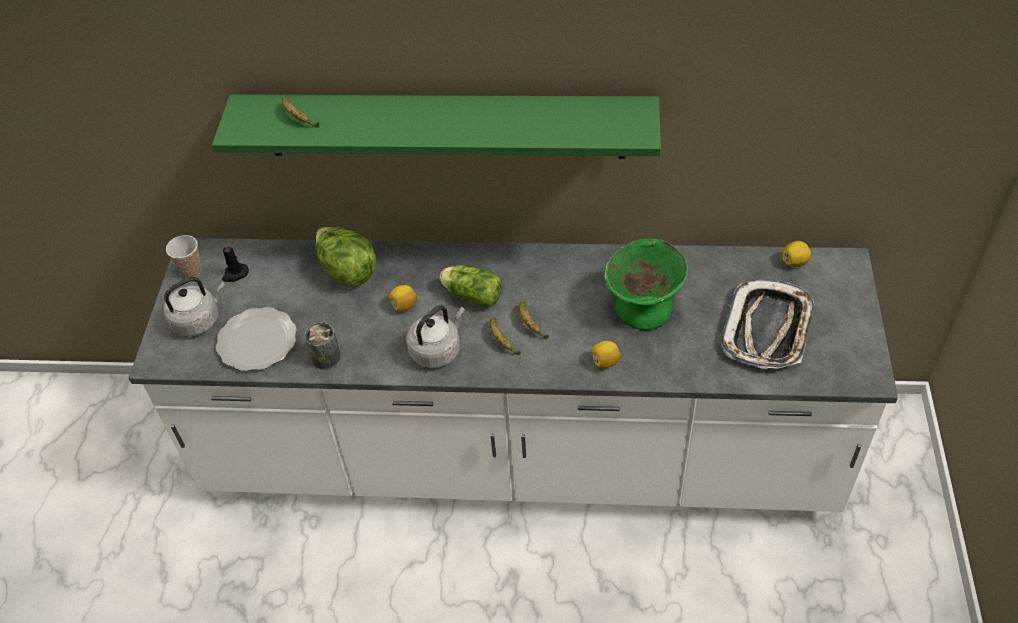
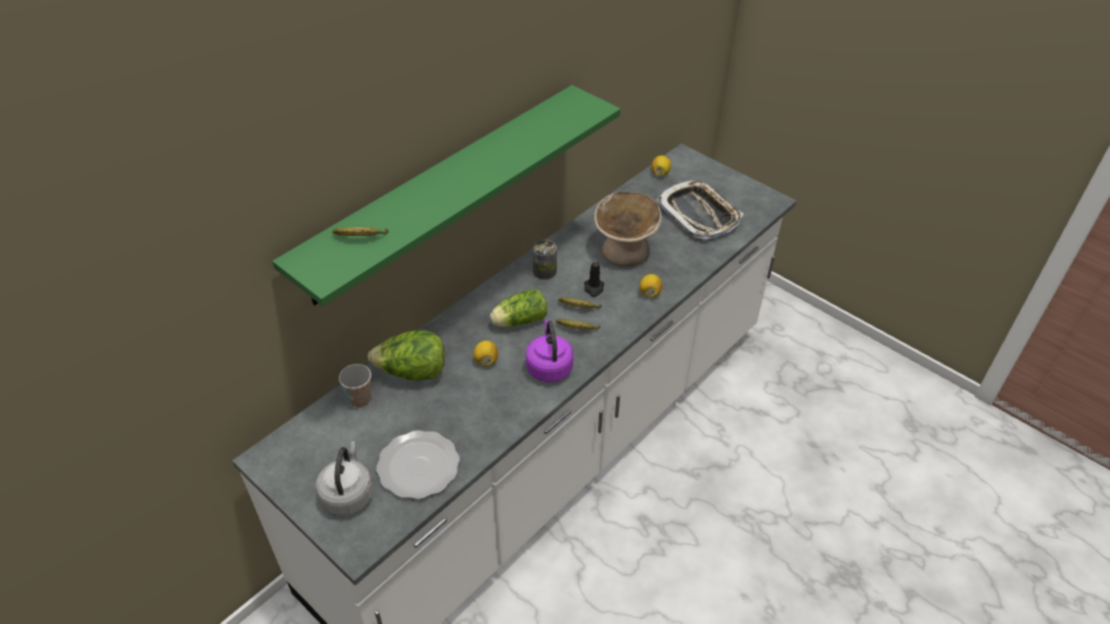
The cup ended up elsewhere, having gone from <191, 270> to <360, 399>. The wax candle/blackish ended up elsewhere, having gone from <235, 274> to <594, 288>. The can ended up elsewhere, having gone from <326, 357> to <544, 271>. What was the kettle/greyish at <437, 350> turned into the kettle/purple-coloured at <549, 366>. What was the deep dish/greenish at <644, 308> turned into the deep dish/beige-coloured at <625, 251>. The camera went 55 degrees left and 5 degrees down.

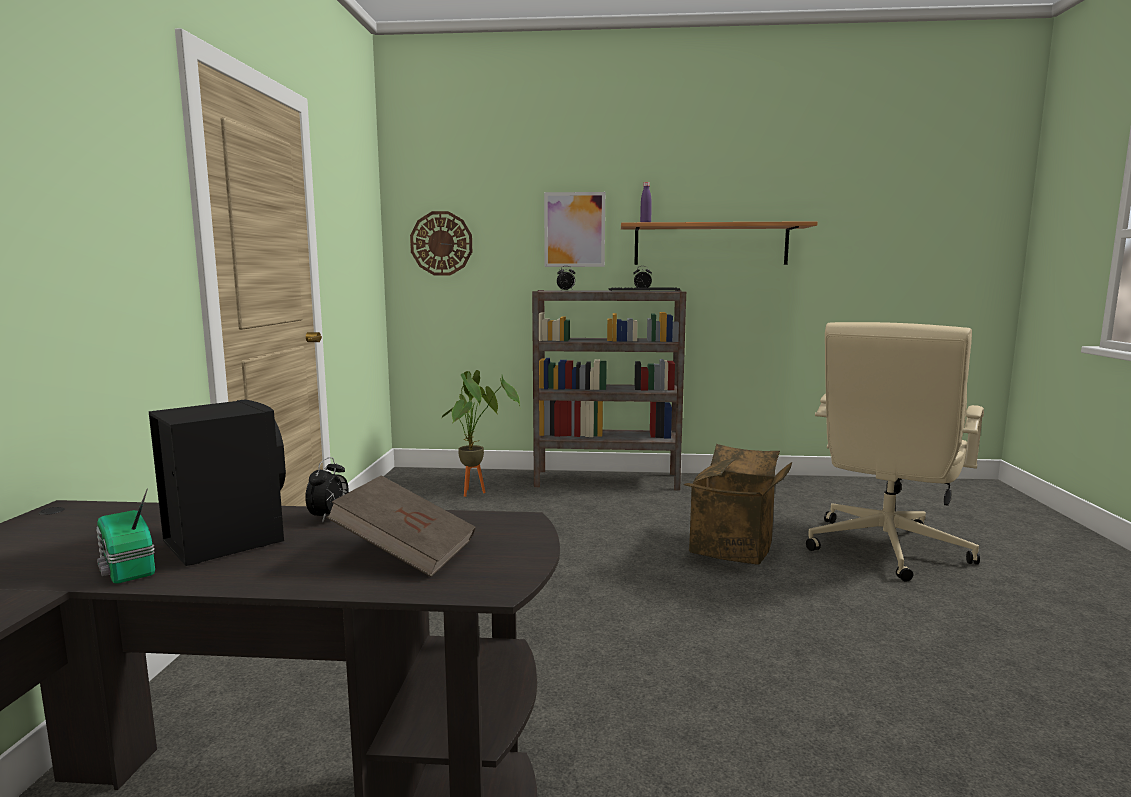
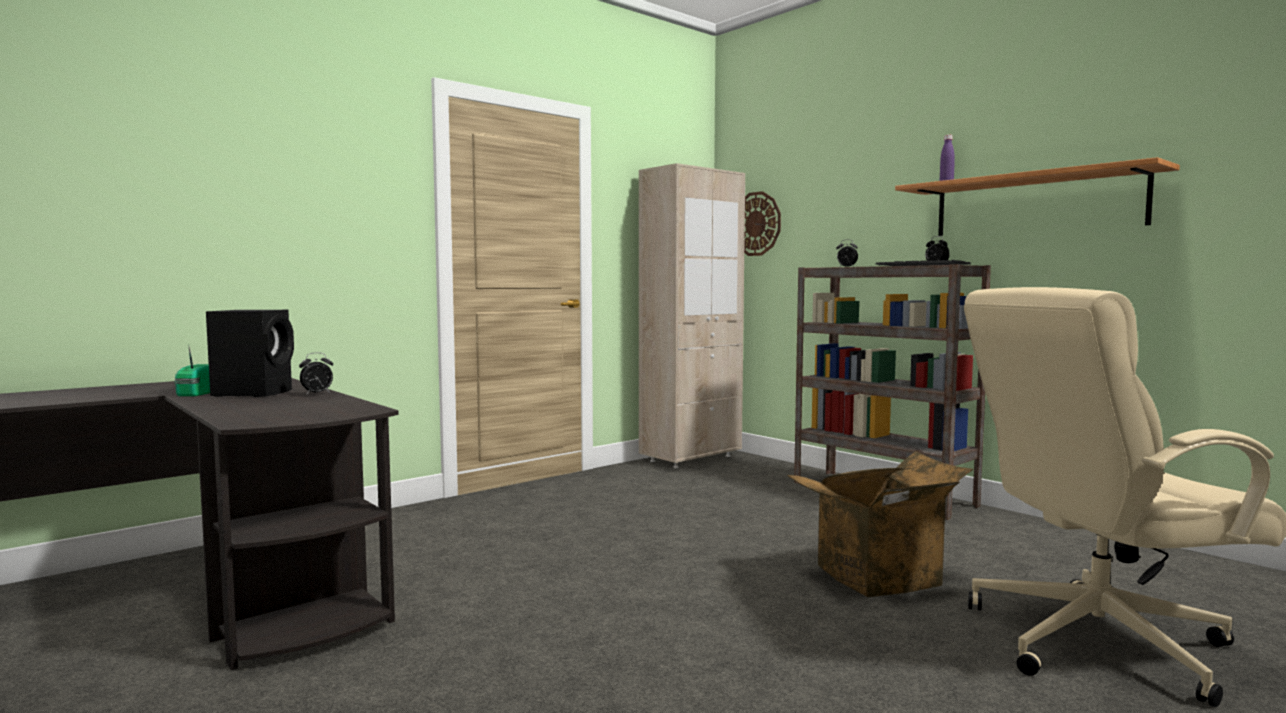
The second view lost the volume/brown at <406, 552>. The second view lost the houseplant at <477, 491>. The second view lost the wall picture at <574, 229>. The second view gained the cupboard/beige-coloured at <692, 458>. The camera went 45 degrees right and 5 degrees down.

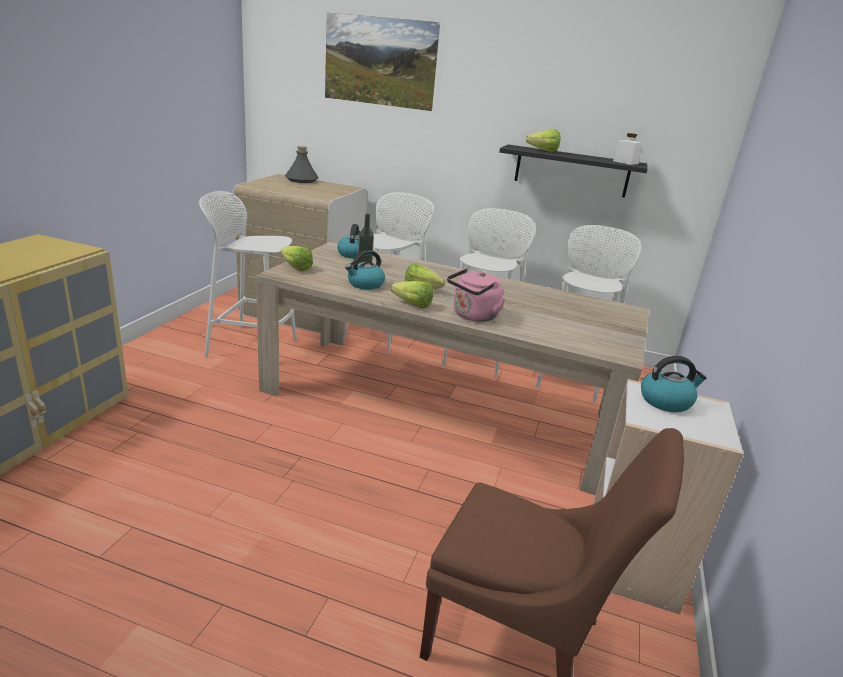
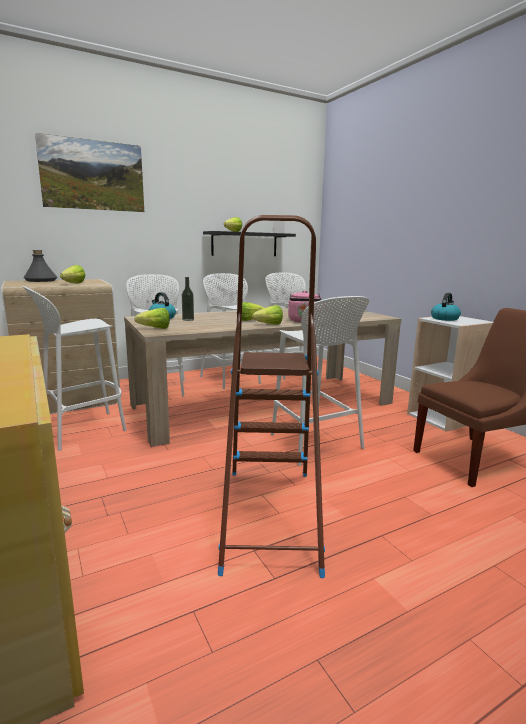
The second view lost the kettle at <365, 284>. The second view gained the head of lettuce at <71, 284>. The second view gained the stepladder/brown at <270, 514>. The second view gained the stool/white-coloured at <313, 443>. The camera went 45 degrees left and 10 degrees down.

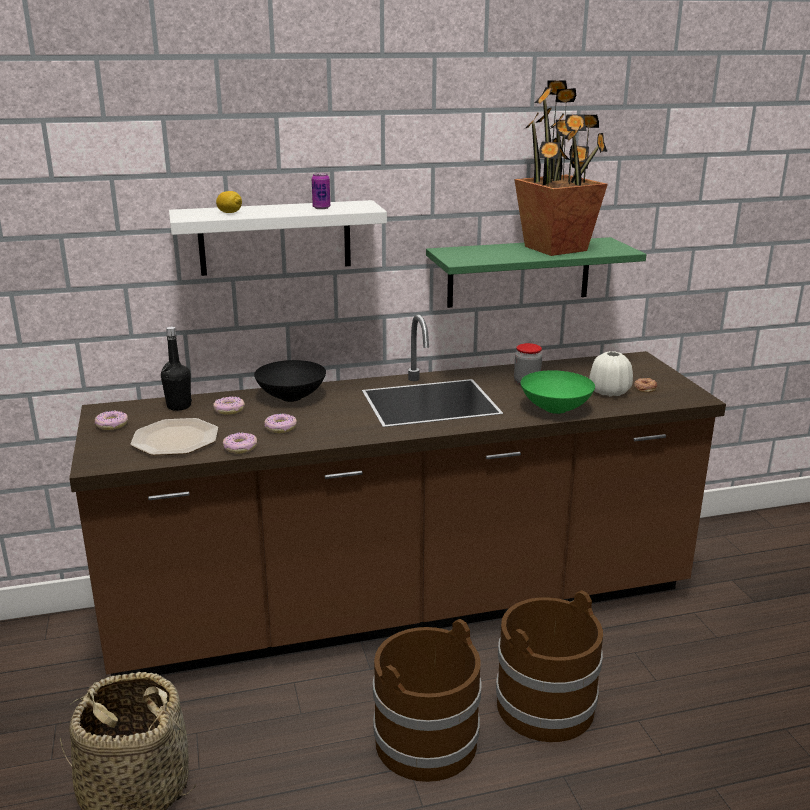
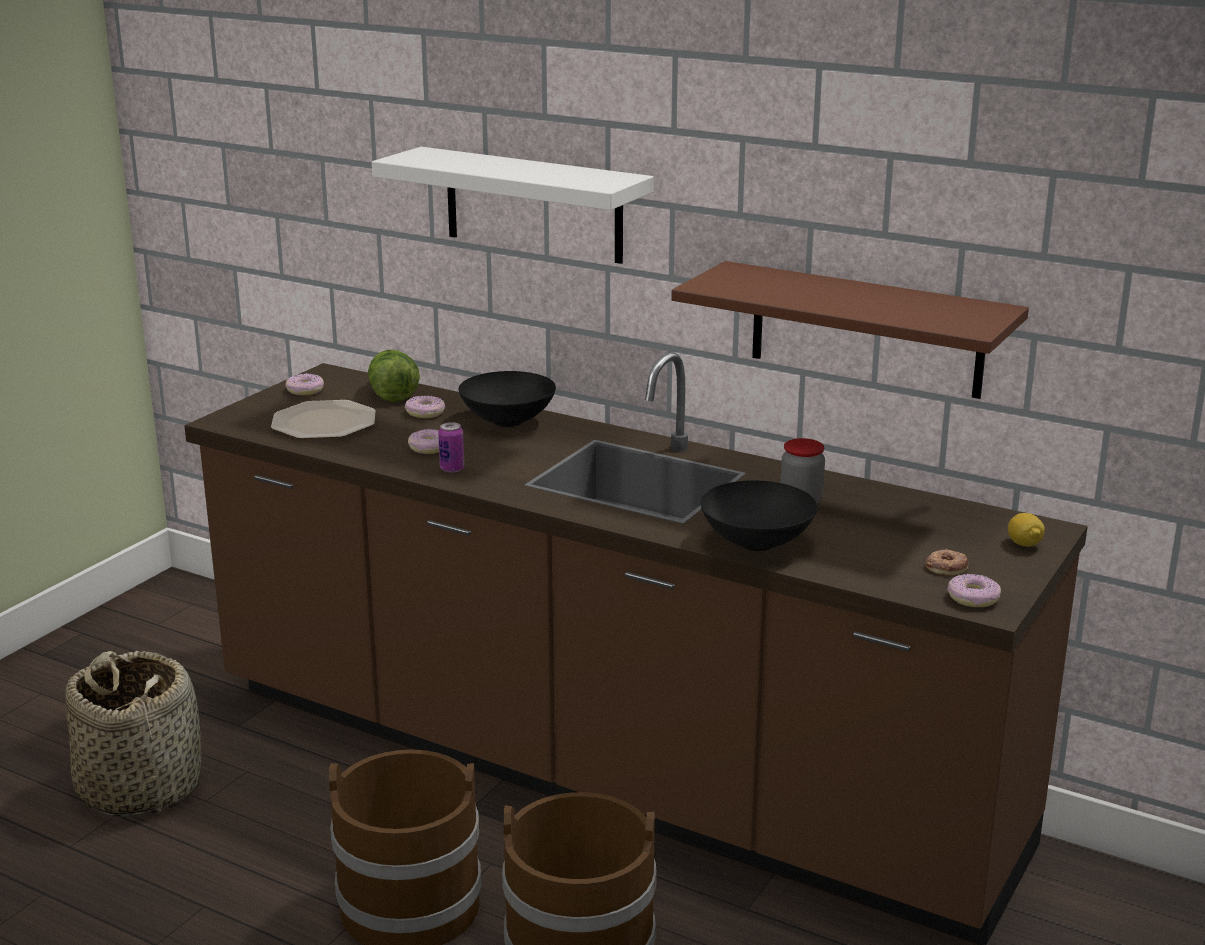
Where the drink bottle/blackish stood at <179, 406>, the head of lettuce came to stand at <392, 393>. The whole lemon ended up elsewhere, having gone from <230, 212> to <1024, 544>. The doughnut ended up elsewhere, having gone from <240, 448> to <973, 598>. The can ended up elsewhere, having gone from <321, 208> to <452, 469>. What was the shelf/greenish at <519, 272> turned into the shelf/brown at <866, 330>. The second view lost the houseplant at <556, 248>. What was the deep dish/greenish at <555, 408> turned into the deep dish/blackish at <757, 542>. The second view lost the vase/white-coloured at <609, 392>. The camera went 45 degrees right and 0 degrees up.

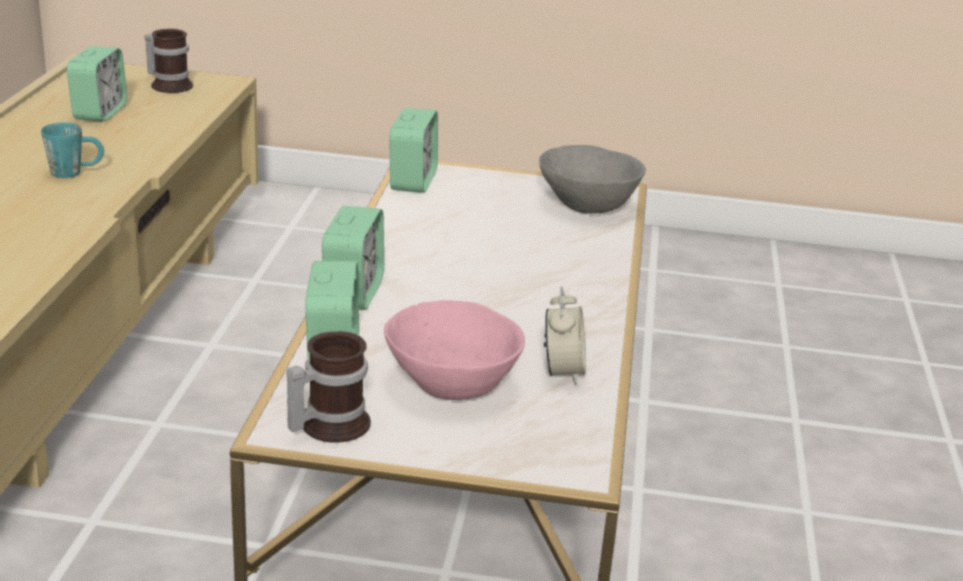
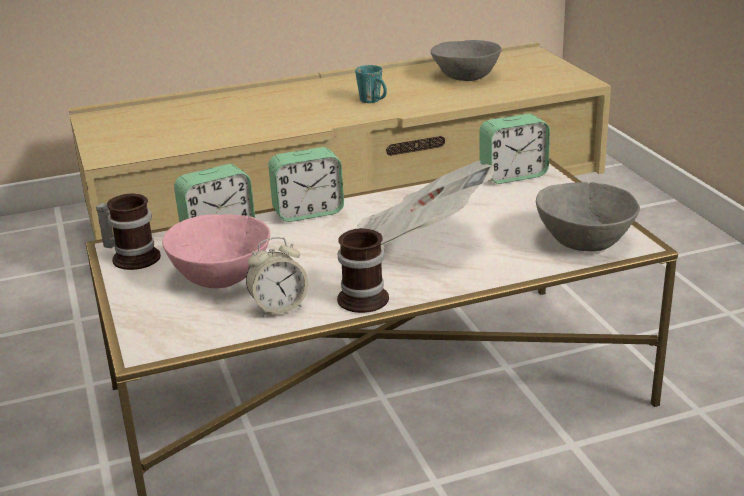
Where the bedside clock stood at <99, 112>, the deep dish/greyish came to stand at <466, 76>. The mug ended up elsewhere, having gone from <170, 84> to <366, 296>. The second view gained the daily paper at <419, 240>. The camera went 65 degrees right and 0 degrees up.

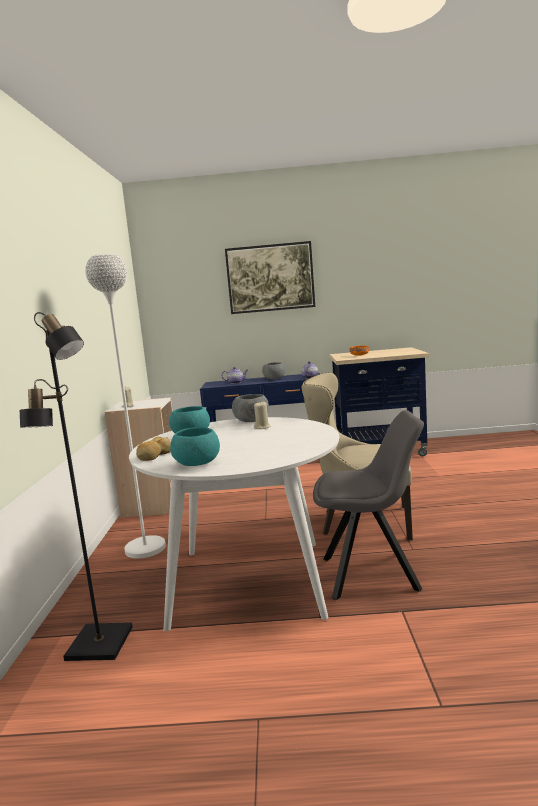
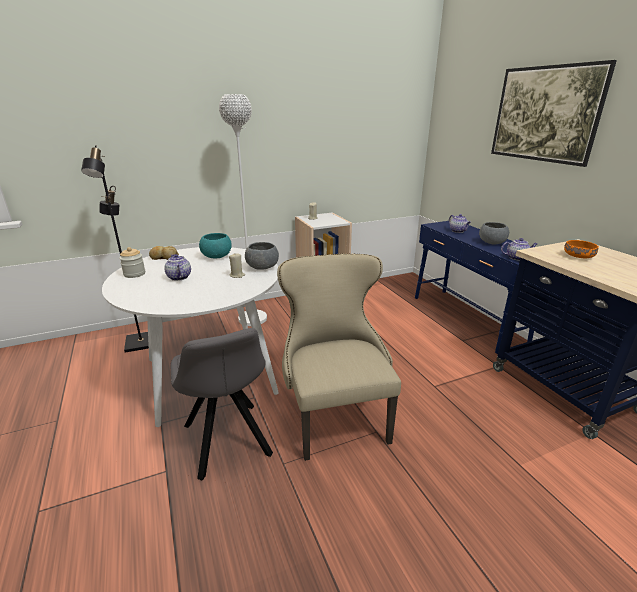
Where the deep dish/turquoise-coloured stood at <197, 464>, the preserve jar came to stand at <134, 274>. The second view gained the pot for tea at <178, 277>. The camera went 65 degrees right and 15 degrees up.

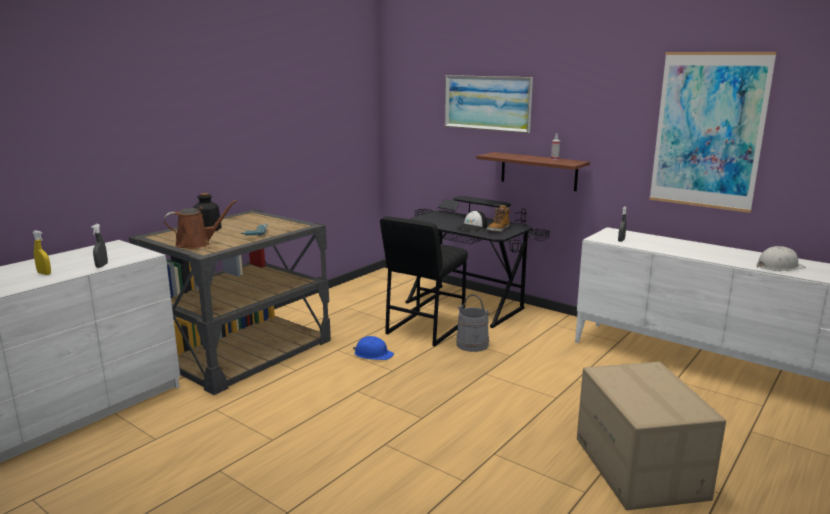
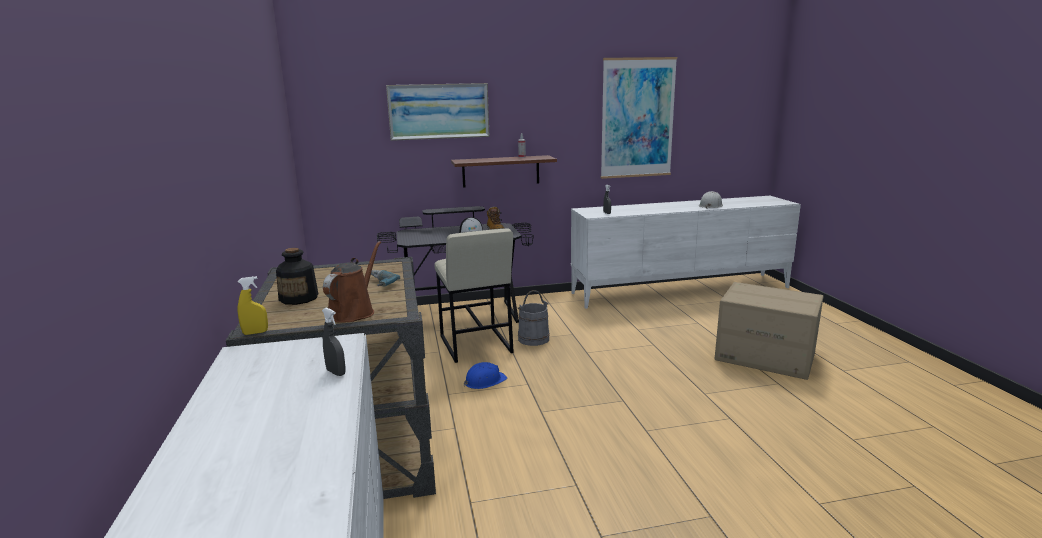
The sprayer/yellow ended up elsewhere, having gone from <44, 273> to <255, 333>. What was the chair/blackish at <424, 329> turned into the chair/beige-coloured at <476, 345>. The camera went 50 degrees left and 0 degrees up.

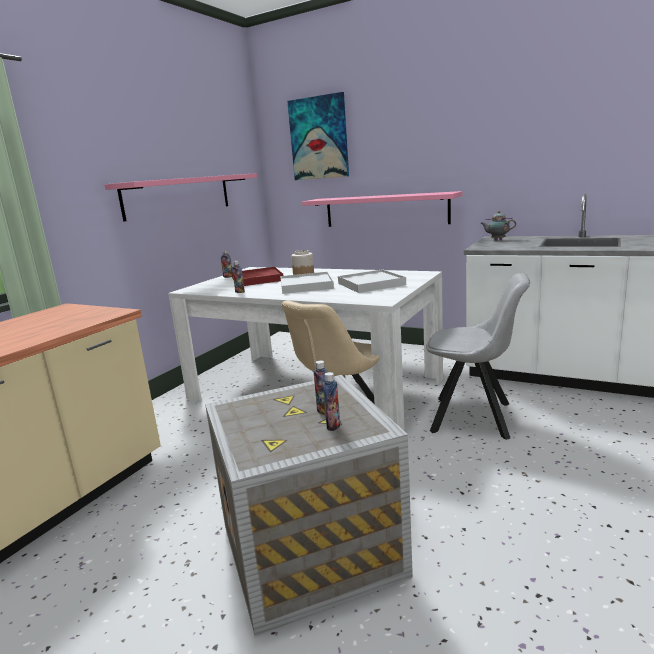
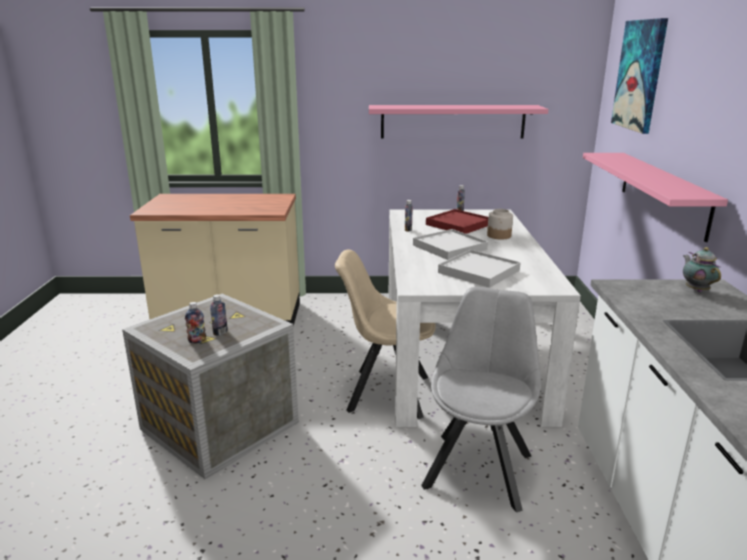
The chair/greyish at <474, 417> ended up facing another way, 150 degrees counterclockwise from before. The camera went 60 degrees right and 5 degrees up.

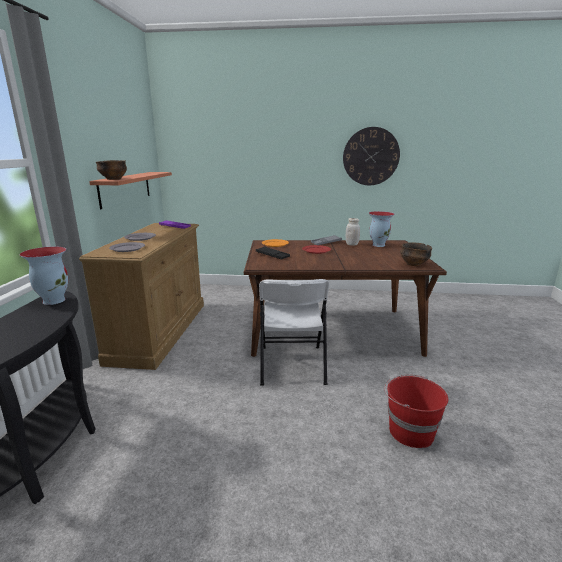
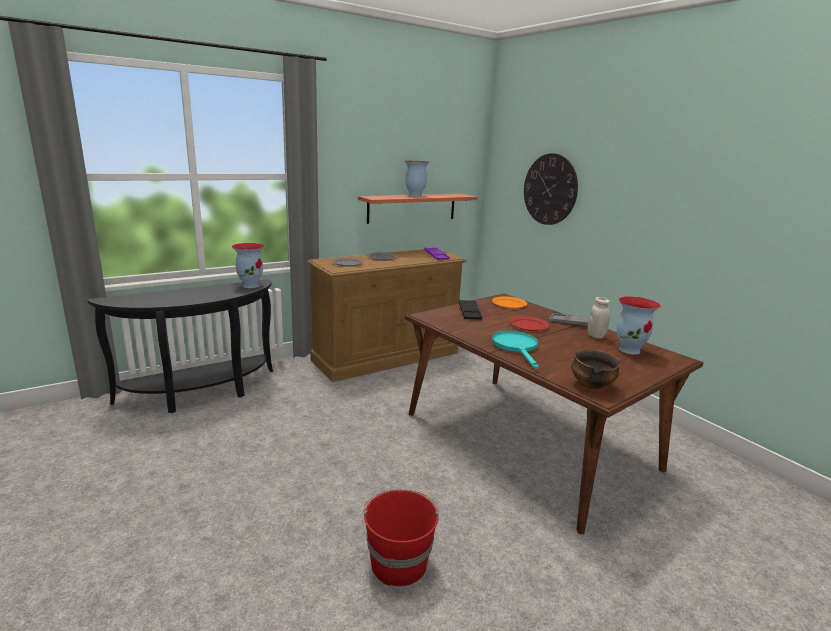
The second view lost the deep dish at <113, 179>. The second view lost the chair/white-coloured at <291, 365>. The hanging clock ended up elsewhere, having gone from <371, 156> to <550, 189>. The second view gained the vase at <414, 196>. The second view gained the frying pan/turquoise-coloured at <517, 347>. The camera went 50 degrees right and 0 degrees up.

